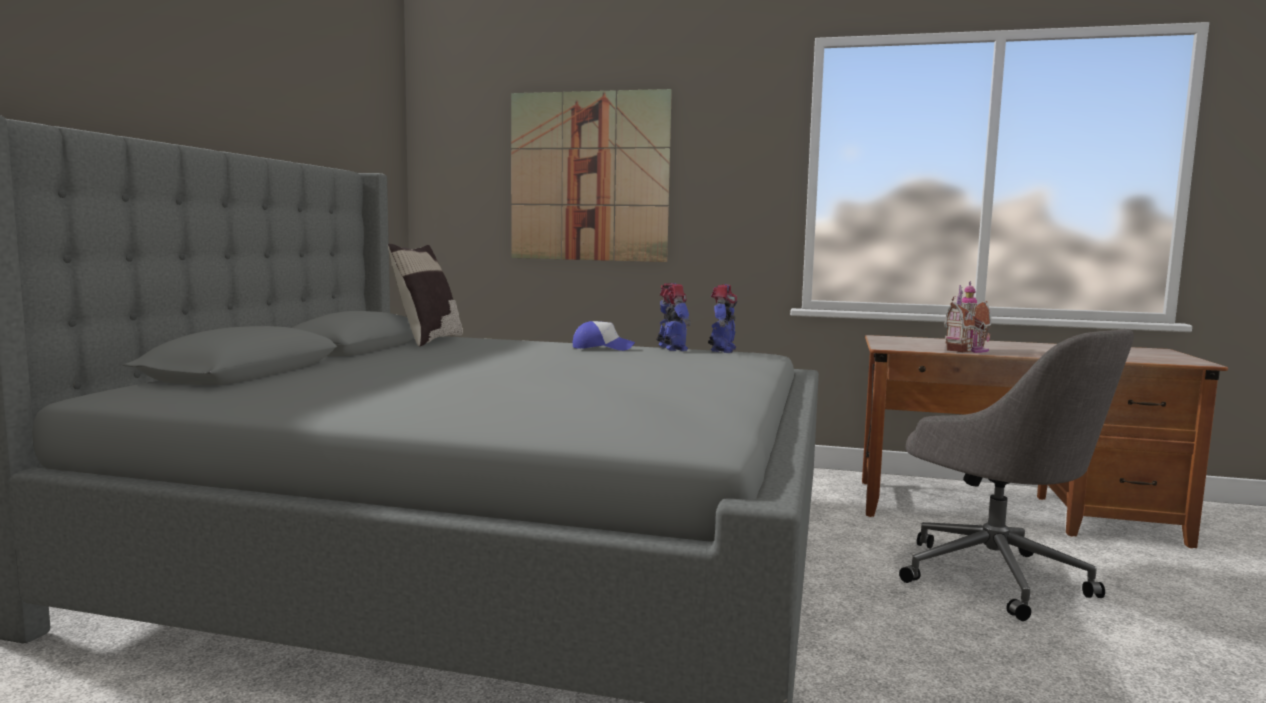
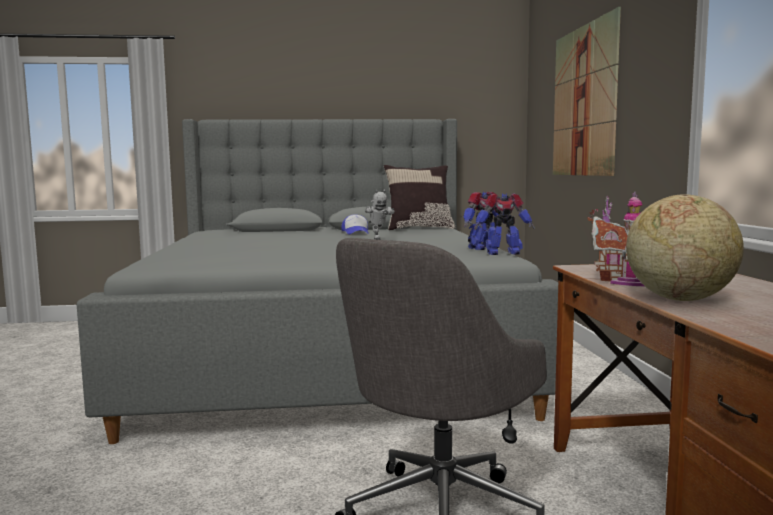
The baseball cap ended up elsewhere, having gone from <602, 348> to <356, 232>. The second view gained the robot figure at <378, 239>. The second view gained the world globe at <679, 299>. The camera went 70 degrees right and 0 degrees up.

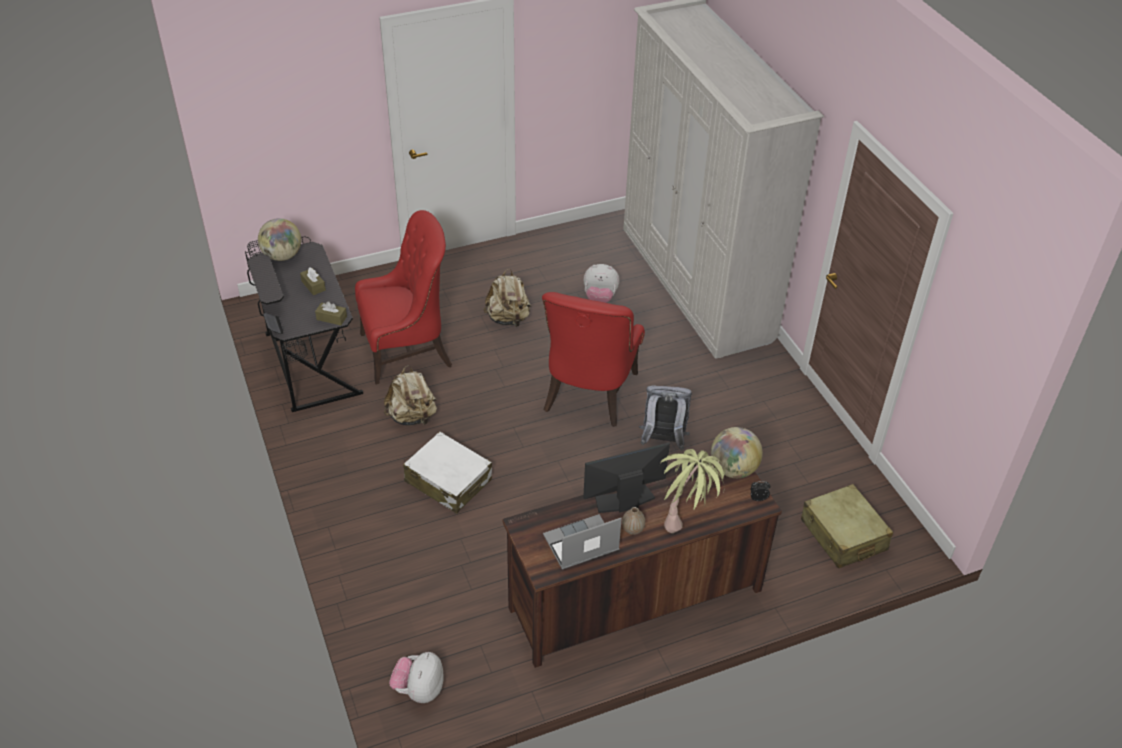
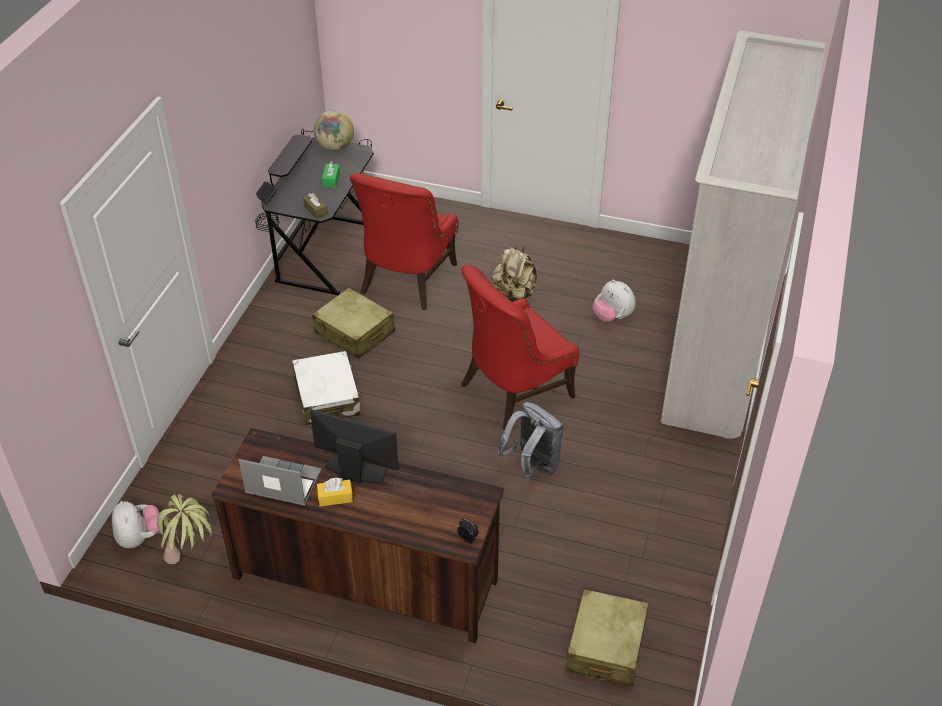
What was the tissue holder/brown at <313, 286> turned into the tissue holder/greenish at <331, 180>. The chair/red at <407, 350> ended up facing another way, 90 degrees clockwise from before. Where the backpack/beige-coloured stood at <412, 417>, the suitcase/beige-coloured came to stand at <355, 333>. The cuddly toy at <419, 690> ended up facing another way, 105 degrees clockwise from before. Where the vase stood at <632, 529>, the tissue holder/yellow came to stand at <335, 497>. The houseplant ended up elsewhere, having gone from <687, 517> to <192, 559>. The second view lost the world globe at <733, 469>. The camera went 40 degrees right and 0 degrees up.

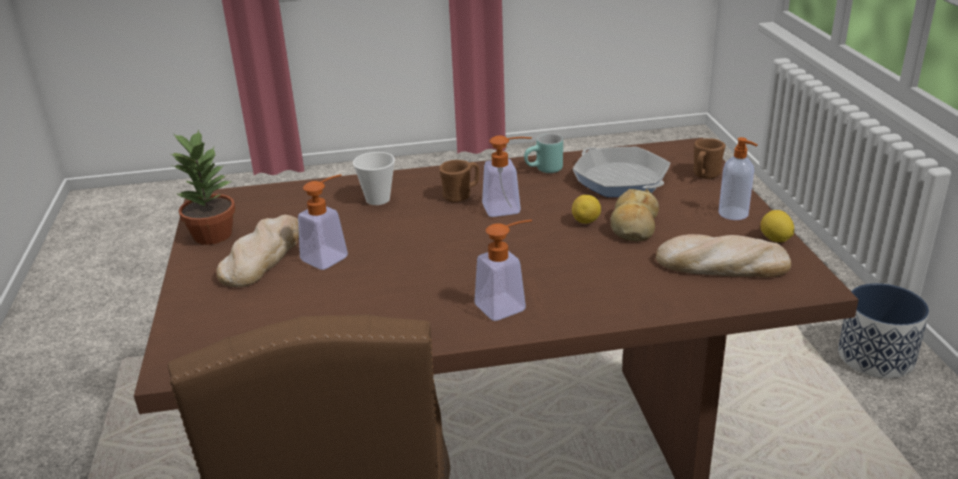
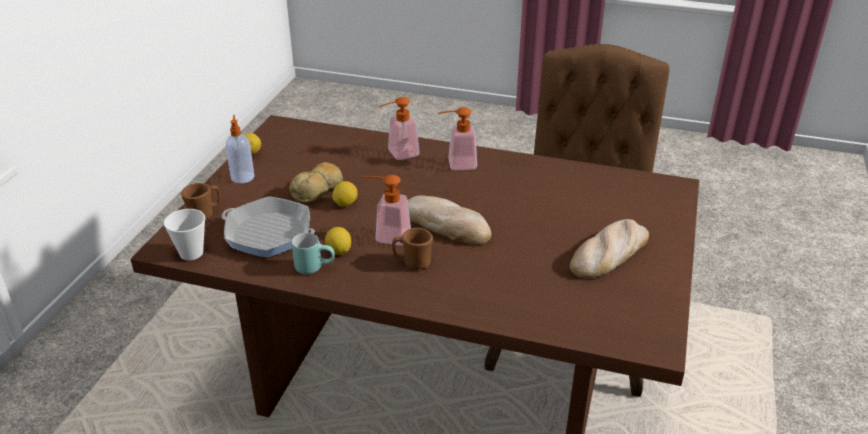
The second view lost the houseplant at <212, 234>. The soap bottle ended up elsewhere, having gone from <330, 255> to <398, 154>. The cup ended up elsewhere, having gone from <378, 199> to <191, 253>. The frying pan at <620, 179> ended up facing another way, 120 degrees clockwise from before. The bread ended up elsewhere, having gone from <721, 264> to <446, 224>. The second view lost the flower pot at <875, 357>. The second view gained the whole lemon at <339, 251>. The camera went 155 degrees left and 5 degrees up.

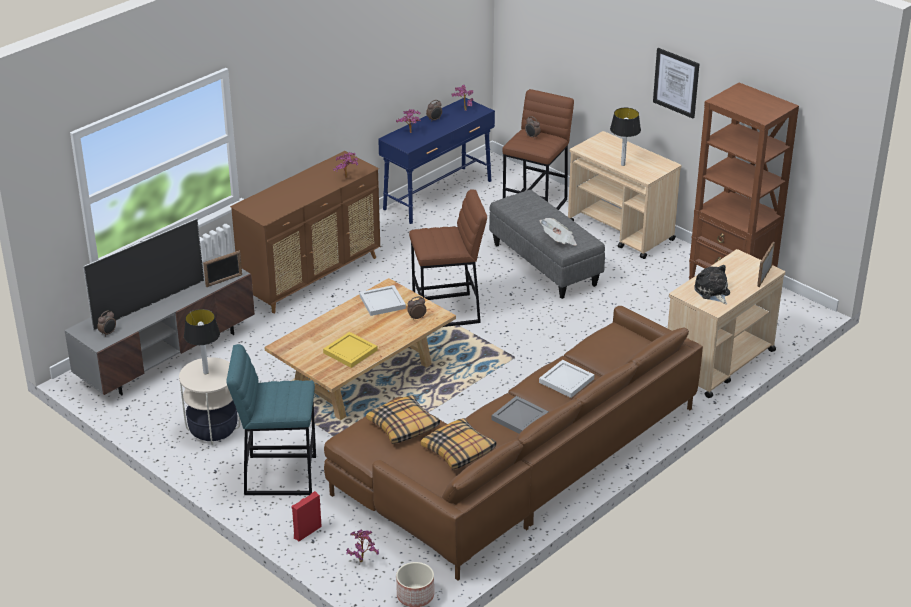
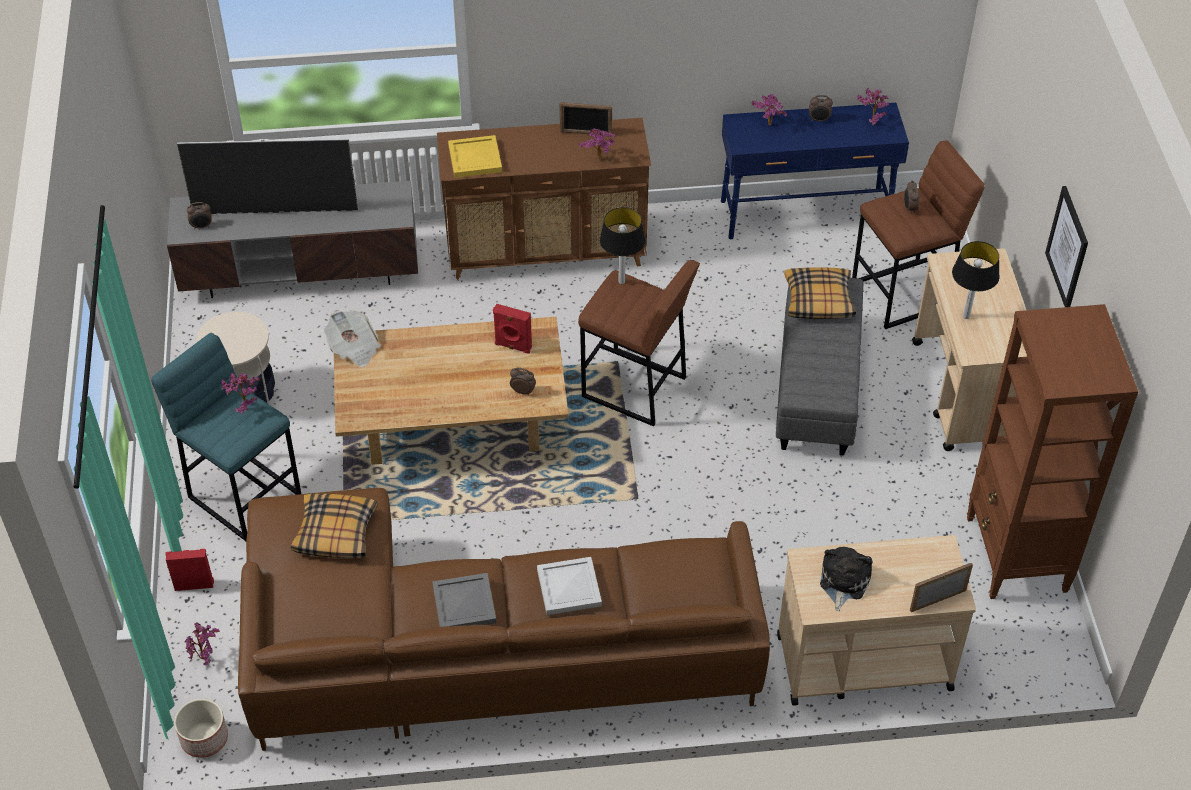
The tabletop lamp ended up elsewhere, having gone from <205, 372> to <621, 281>. The standing frame ended up elsewhere, having gone from <224, 280> to <586, 133>. The serving tray/yellow ended up elsewhere, having gone from <349, 351> to <474, 158>. Where the serving tray/white-coloured stood at <383, 302>, the audio speaker/red came to stand at <513, 346>. The throw pillow ended up elsewhere, having gone from <458, 451> to <818, 301>. The daily paper ended up elsewhere, having gone from <558, 240> to <354, 348>. The second view gained the houseplant at <244, 408>. The camera went 40 degrees right and 15 degrees up.

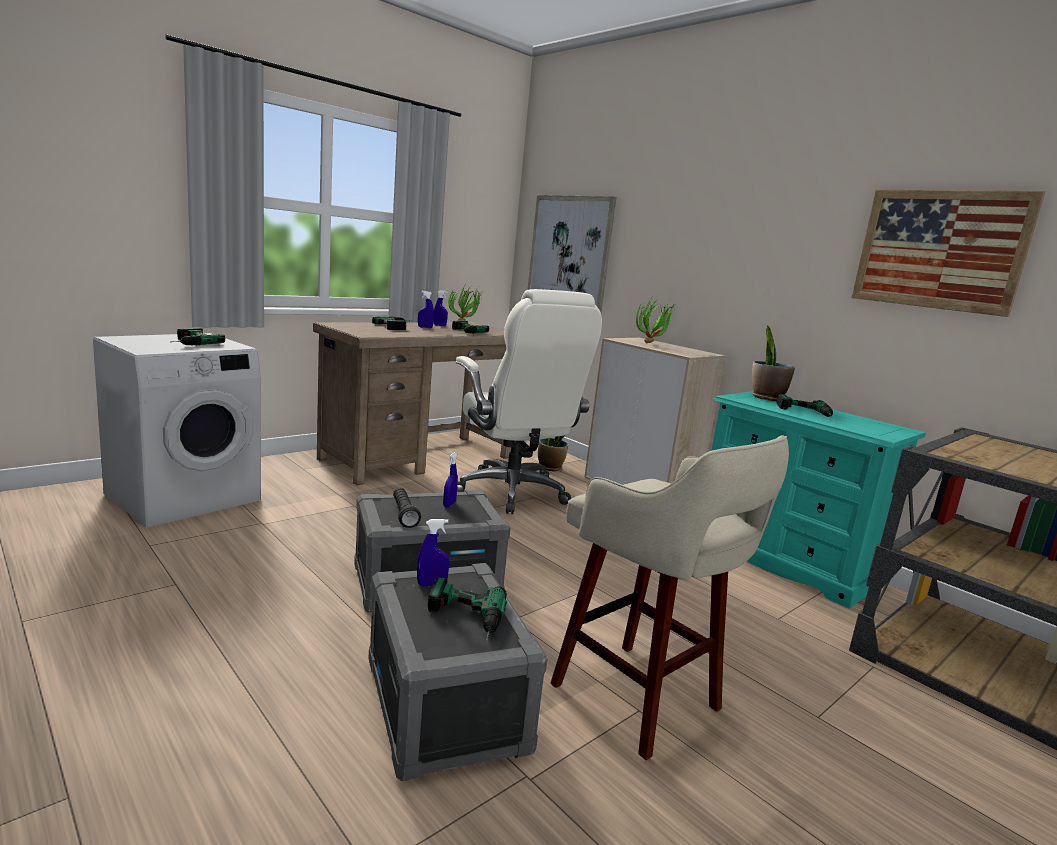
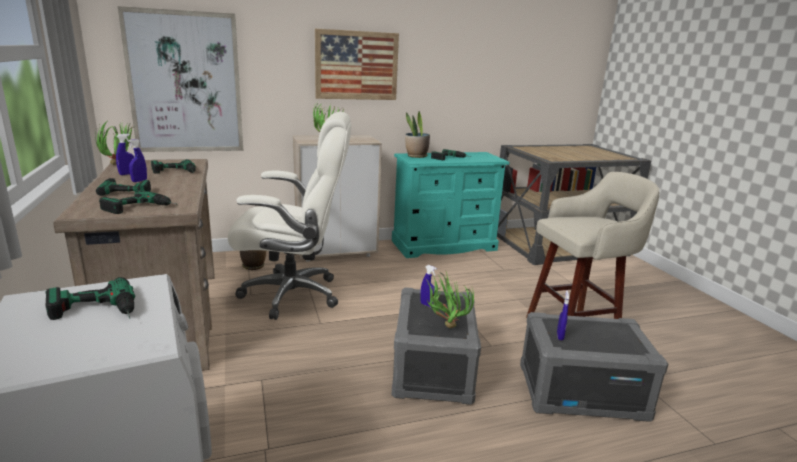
Where the torch/blackish stood at <404, 515>, the houseplant came to stand at <444, 326>. The electric drill ended up elsewhere, having gone from <464, 619> to <142, 208>. The wall picture ended up elsewhere, having gone from <939, 250> to <356, 65>. The camera went 65 degrees left and 5 degrees up.

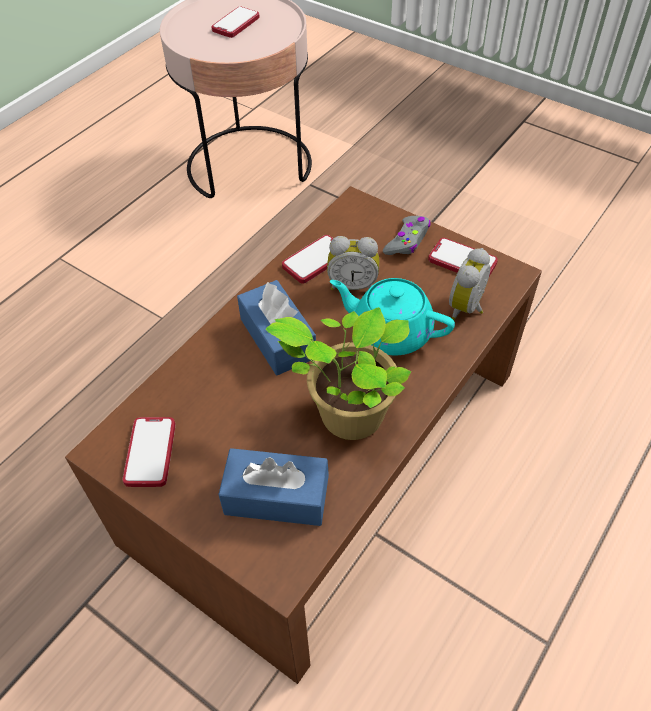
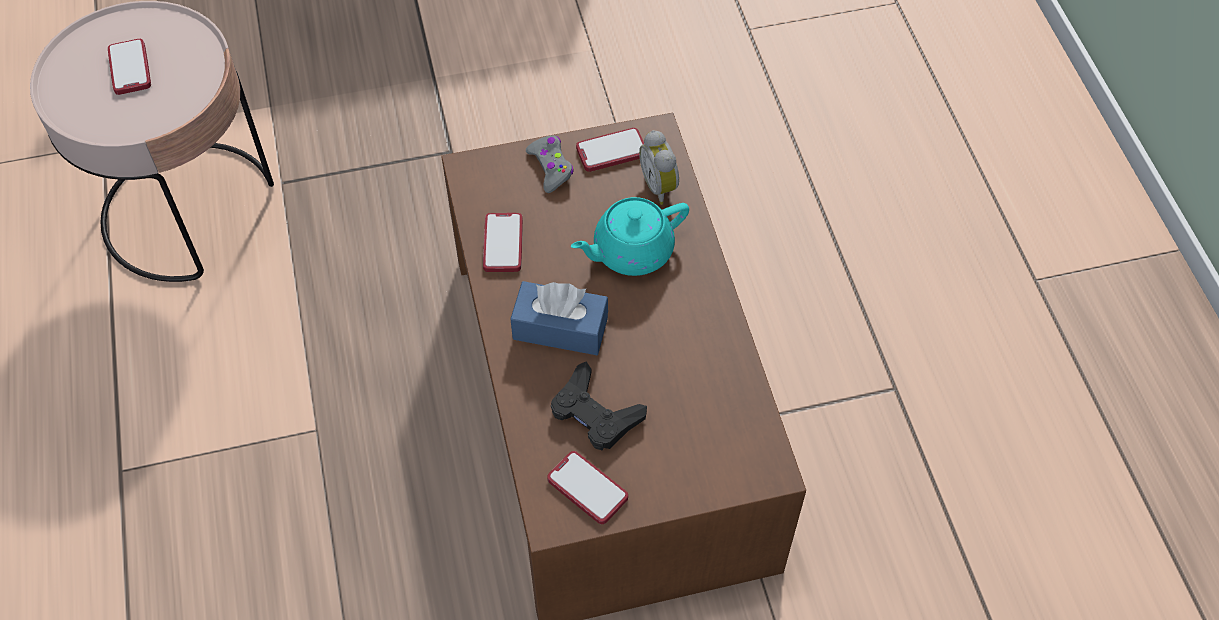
The second view lost the tissue holder/blue-coloured at <276, 497>. The second view lost the houseplant at <346, 416>. The second view lost the bedside clock at <352, 284>. The second view gained the joypad/blackish at <595, 413>. The camera went 50 degrees left and 5 degrees up.

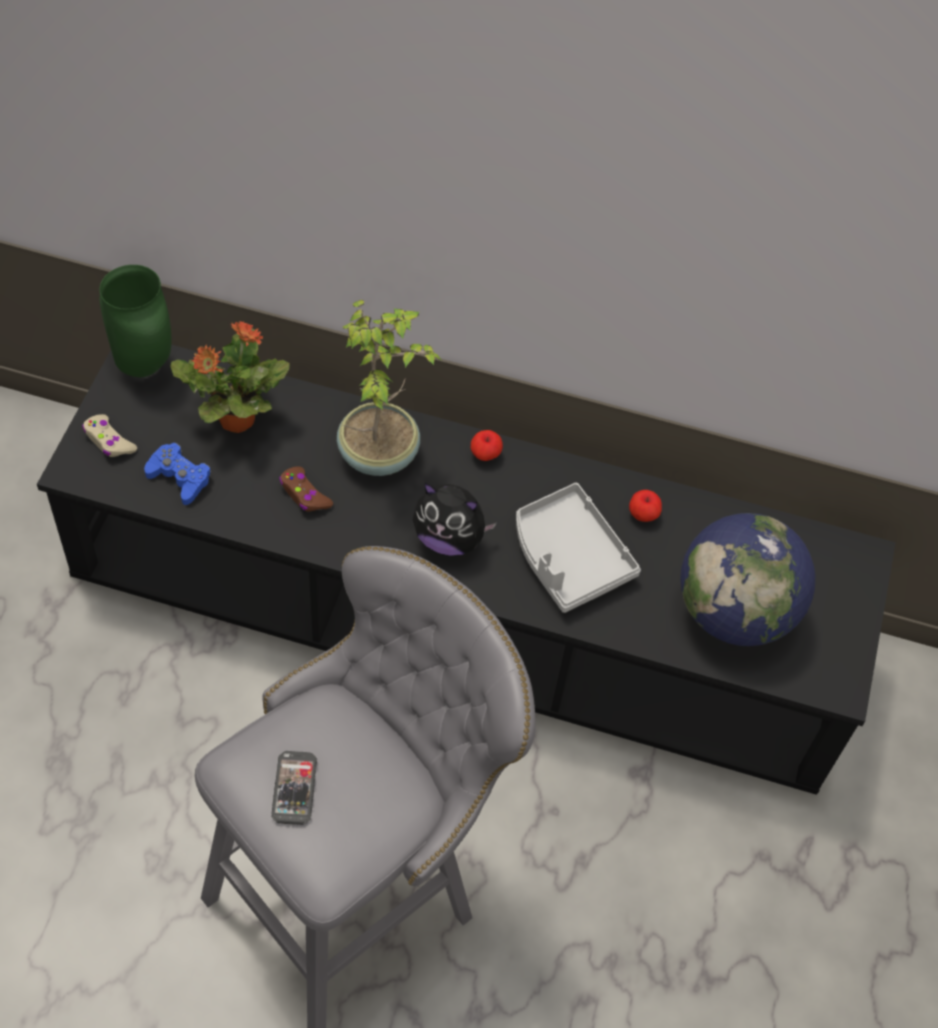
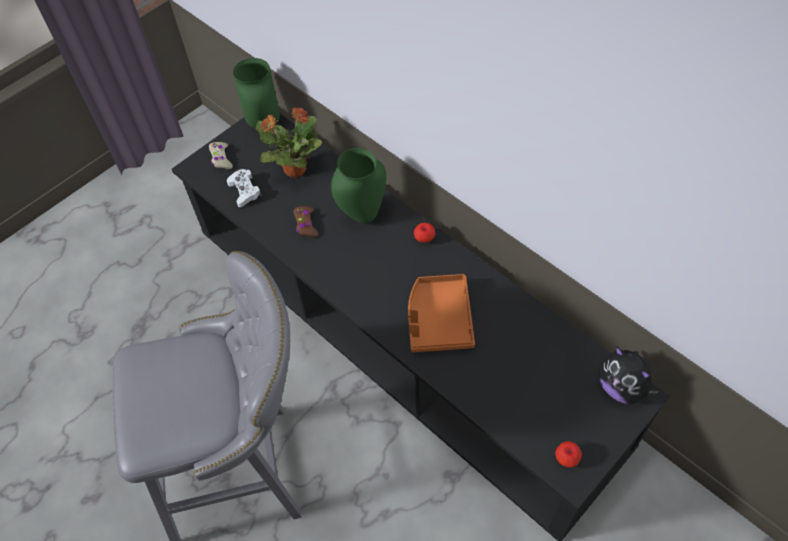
What was the joypad/blue-coloured at <179, 477> turned into the joypad/white-coloured at <245, 191>. The second view lost the telephone at <294, 788>. Where the houseplant stood at <380, 453>, the vase/greenish came to stand at <363, 216>. The cuddly toy ended up elsewhere, having gone from <449, 538> to <621, 387>. What was the serving tray/greyish at <568, 557> turned into the serving tray/orangey at <438, 319>. The whole apple ended up elsewhere, having gone from <643, 514> to <566, 458>. The second view lost the world globe at <734, 612>. The camera went 35 degrees right and 0 degrees up.

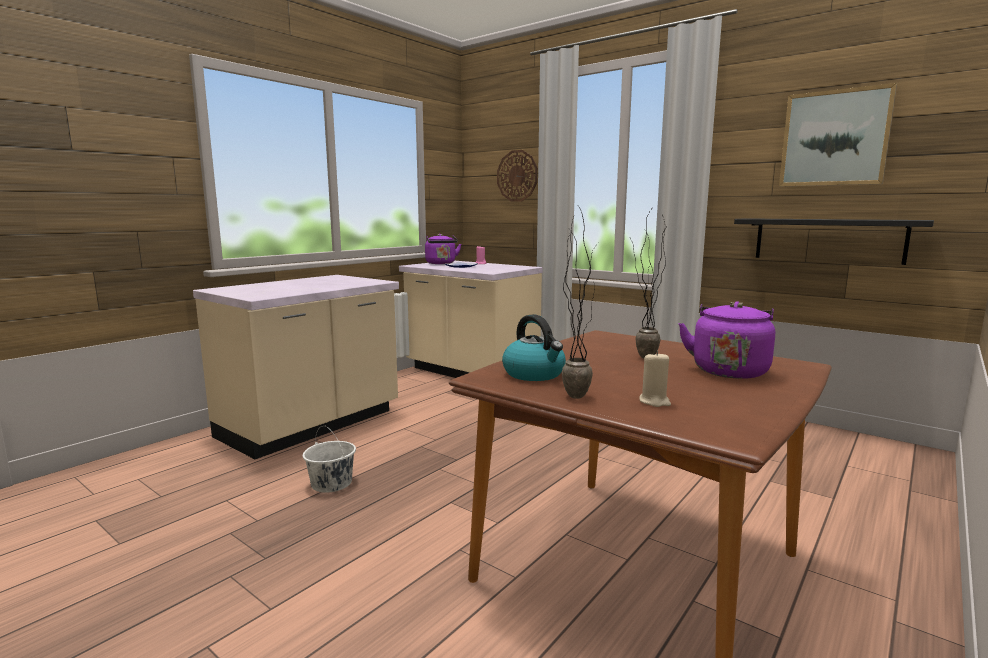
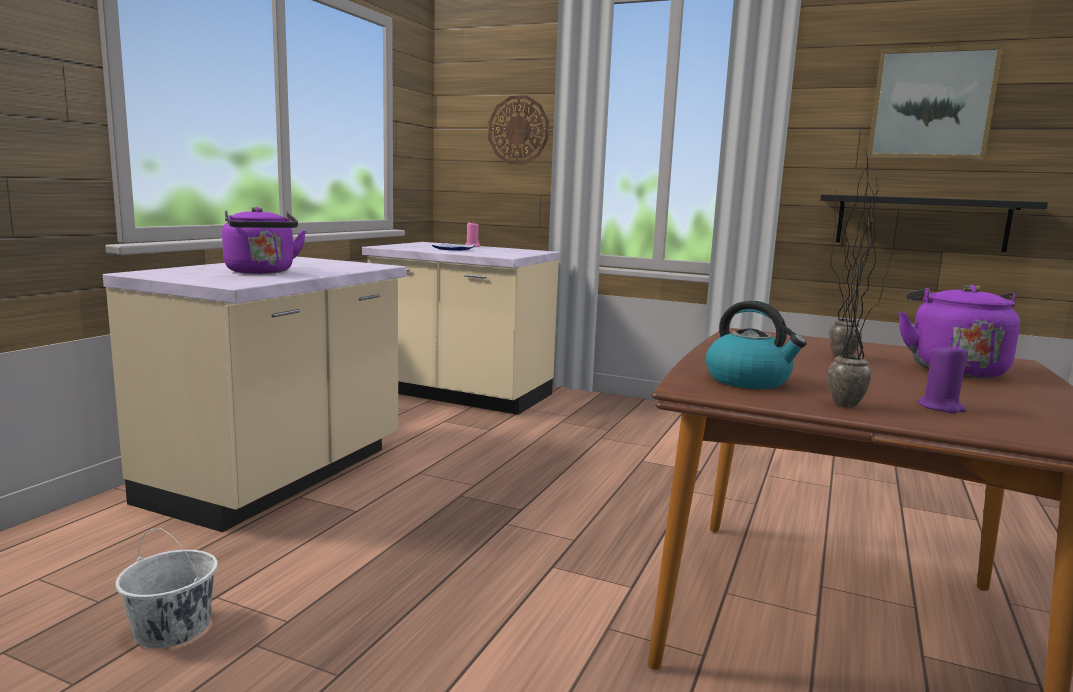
The bucket/white-coloured ended up elsewhere, having gone from <332, 483> to <173, 628>. The kettle/purple-coloured ended up elsewhere, having gone from <441, 263> to <261, 272>. What was the wax candle/beige-coloured at <654, 402> turned into the wax candle/purple-coloured at <941, 408>. The camera went 15 degrees left and 0 degrees up.

